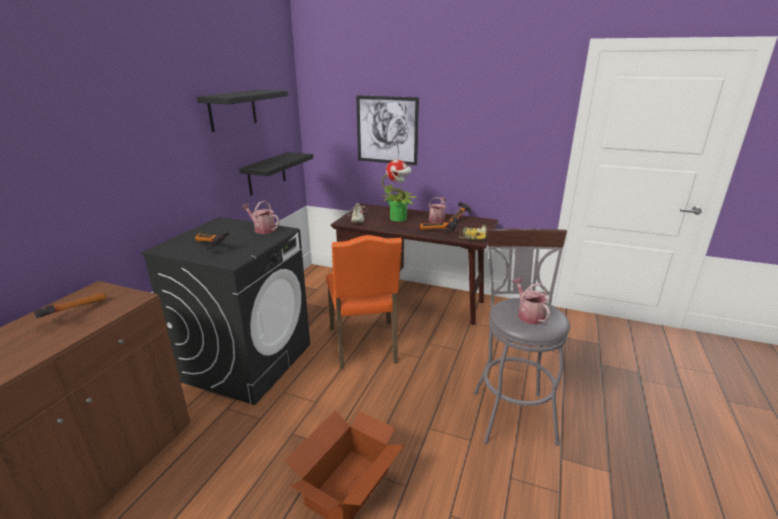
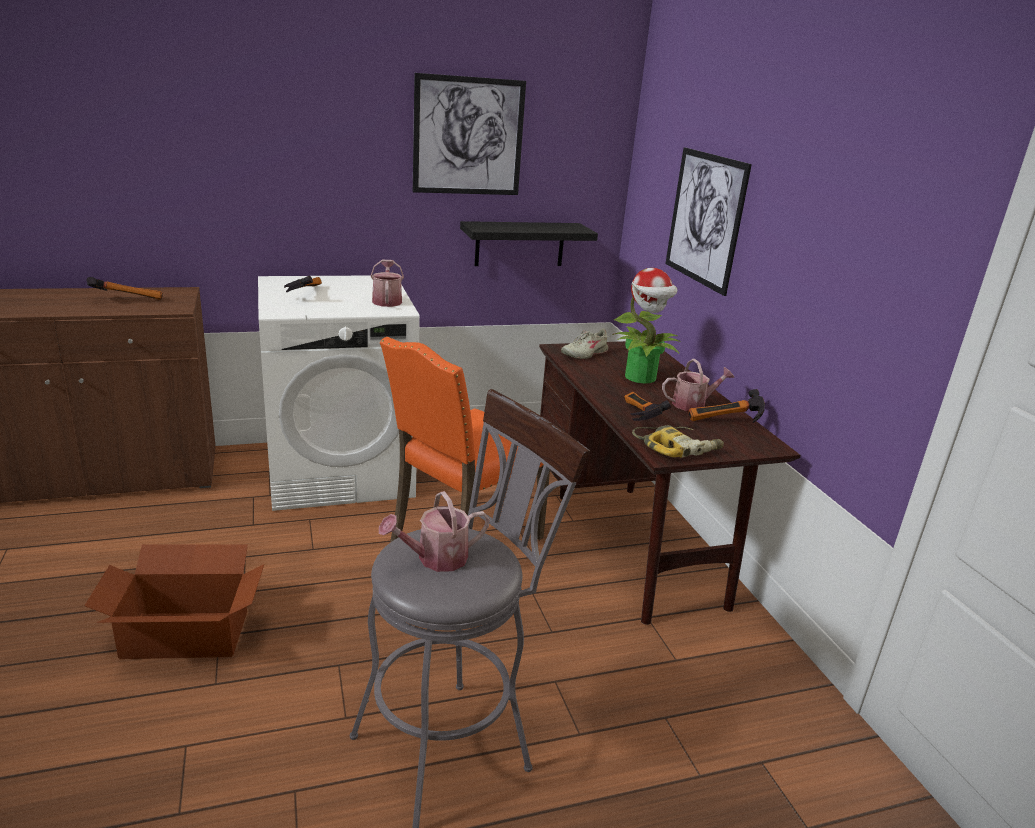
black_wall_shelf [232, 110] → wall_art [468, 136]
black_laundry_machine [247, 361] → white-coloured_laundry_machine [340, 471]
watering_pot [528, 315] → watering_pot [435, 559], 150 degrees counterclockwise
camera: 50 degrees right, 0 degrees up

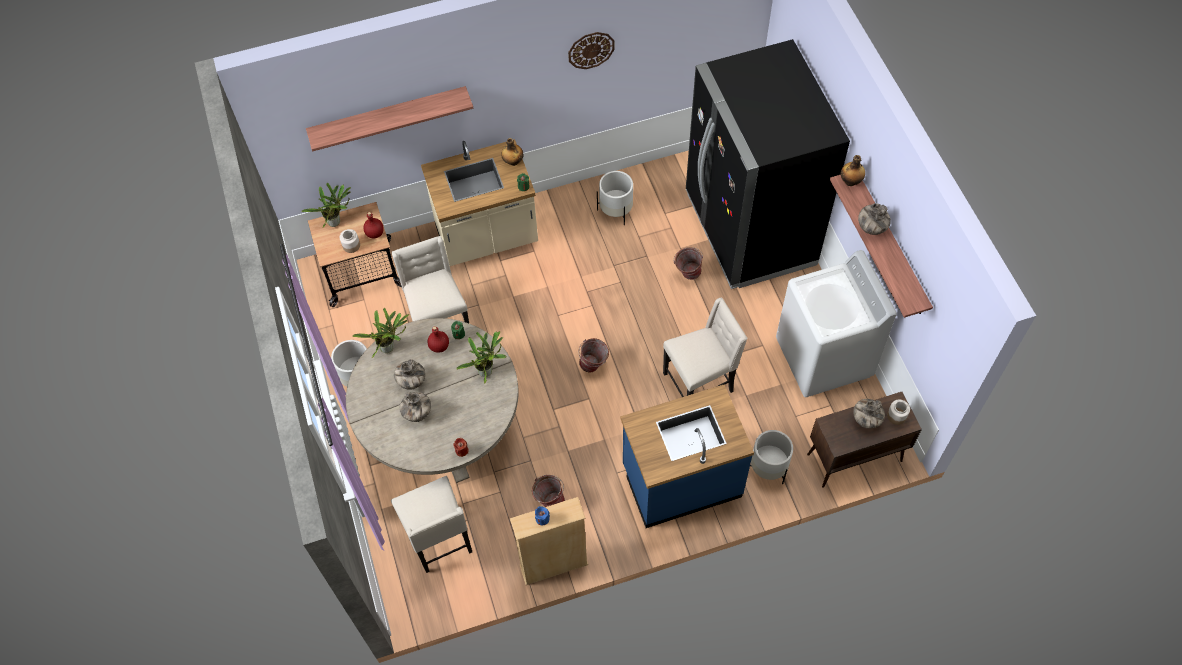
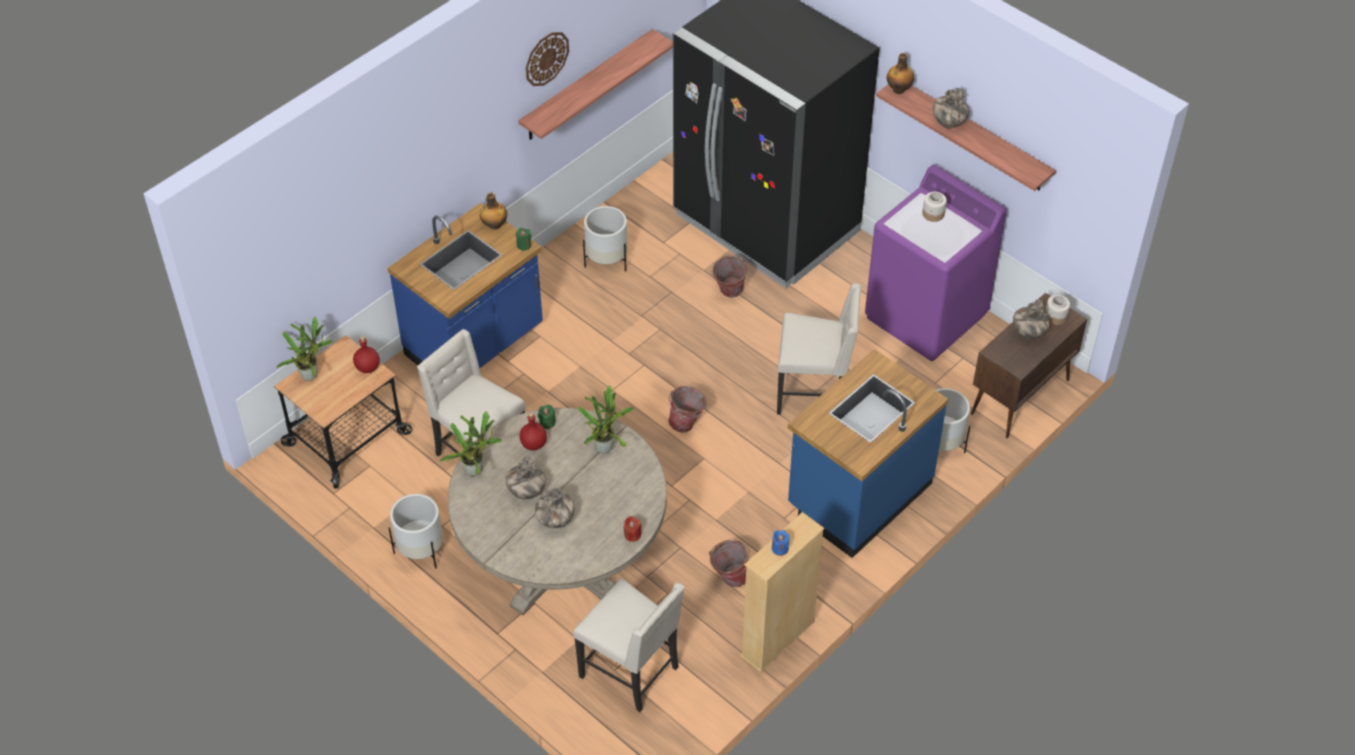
wall_shelf [388, 116] → wall_shelf [587, 86], shifted
beige-coloured_counter [487, 237] → blue_counter [475, 344]
storage_jar [351, 246] → storage_jar [933, 214], shifted
white-coloured_laundry_machine [823, 358] → purplish_laundry_machine [926, 316]
beige-coloured_upright_chair [700, 383] → beige-coloured_upright_chair [814, 393], 60 degrees clockwise
camera: 30 degrees left, 10 degrees down

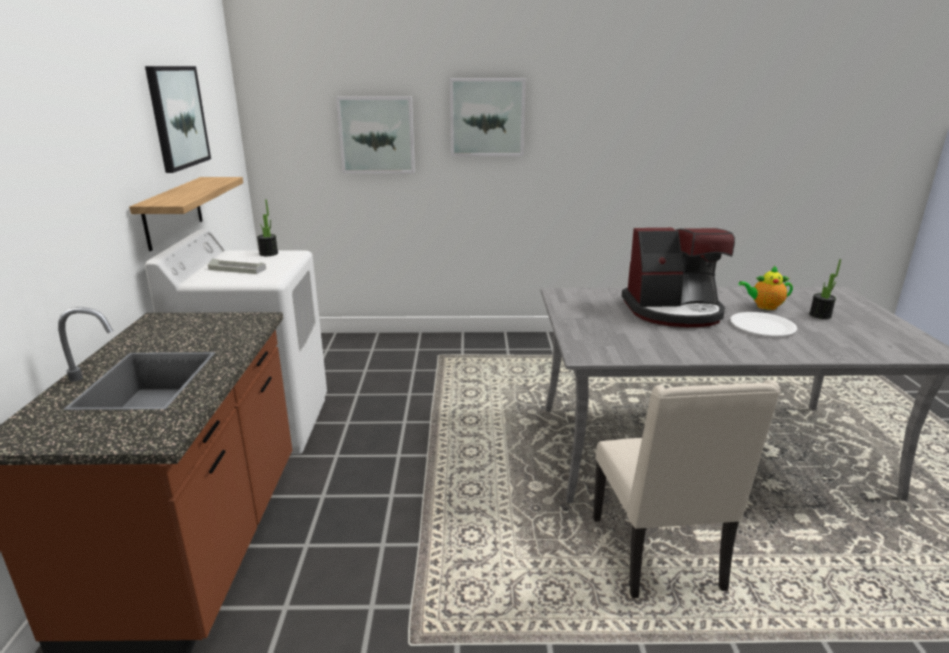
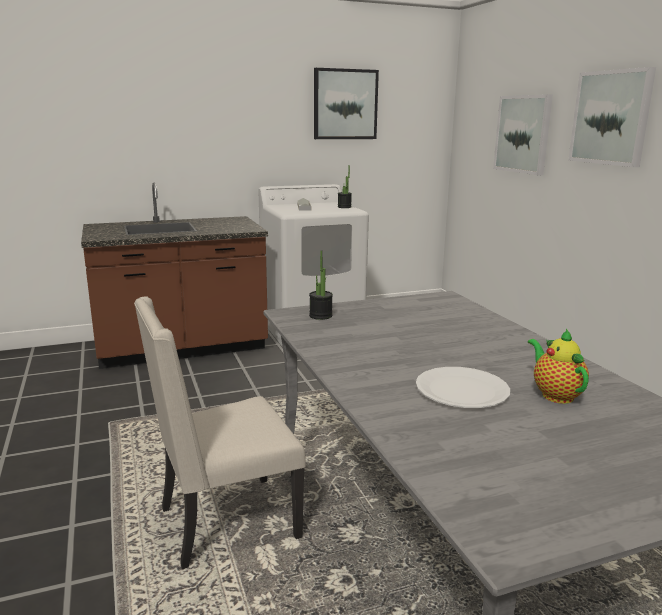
wall_shelf [173, 212] → -
coffee_maker [673, 311] → -
potted_plant [820, 315] → potted_plant [320, 316], shifted
camera: 70 degrees right, 5 degrees down

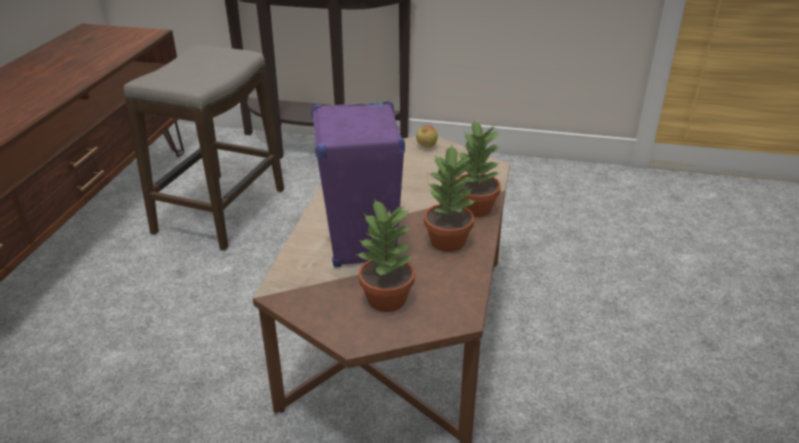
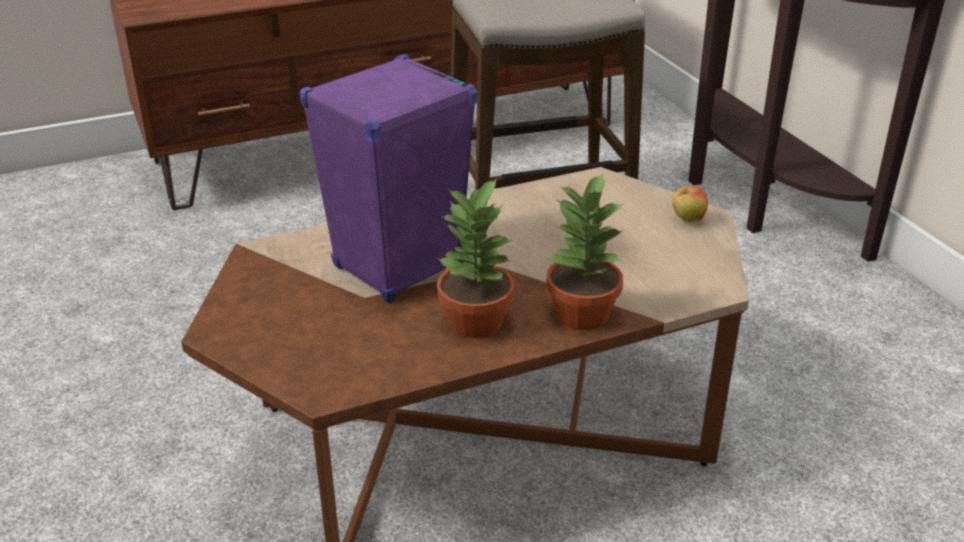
potted_plant [387, 300] → -
camera: 55 degrees right, 0 degrees up

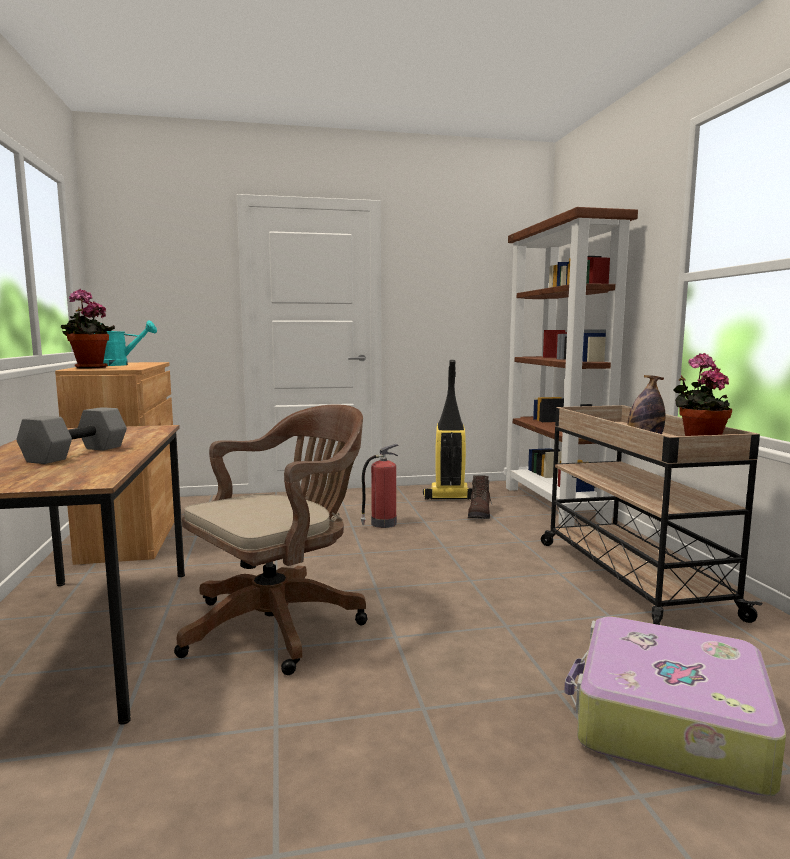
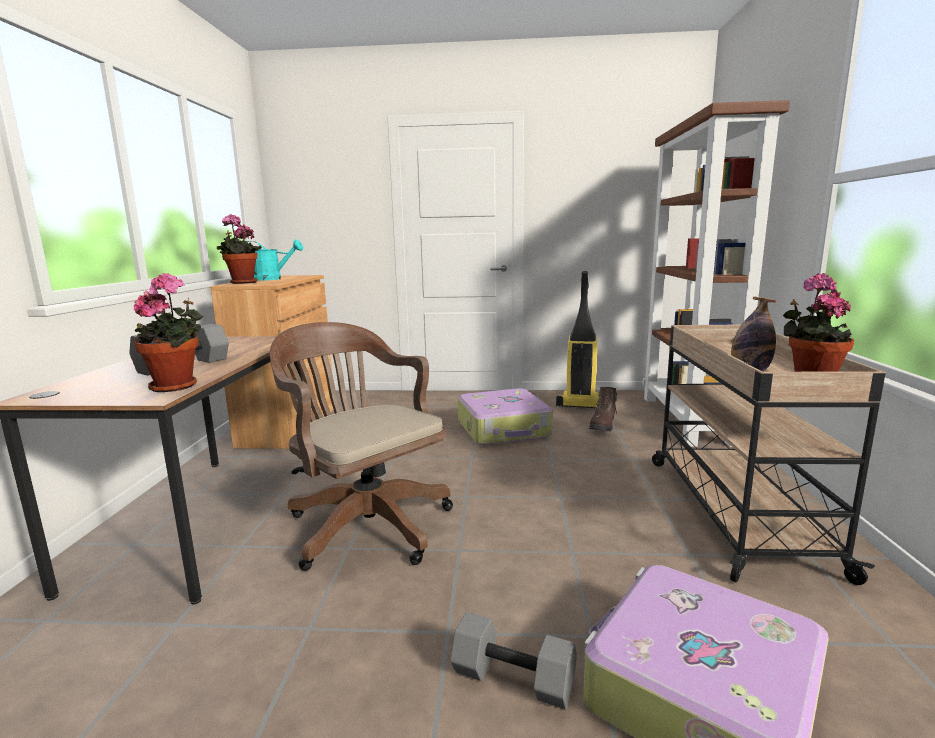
brown-coloured_computer_chair [280, 623] → brown-coloured_computer_chair [365, 523], 105 degrees counterclockwise
fire-fighting_cylinder [382, 524] → suitcase [504, 429]
- → potted_plant [178, 386]
- → grey_free_weight [511, 680]
camera: 15 degrees right, 5 degrees up

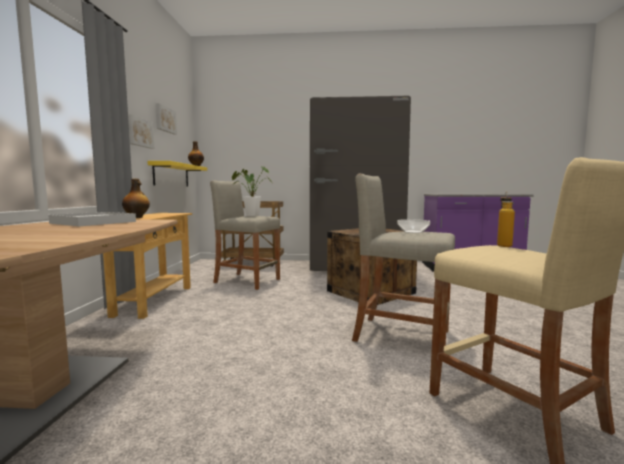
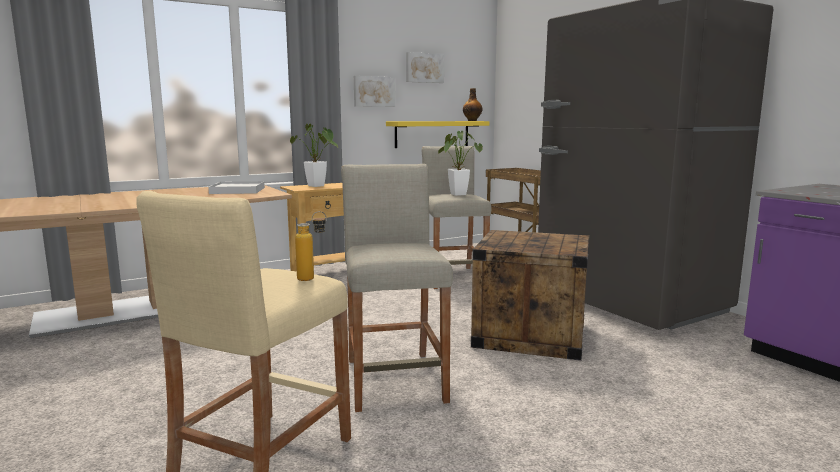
bottle [137, 217] → potted_plant [318, 186]
serving_bowl [413, 232] → -
camera: 55 degrees right, 5 degrees up

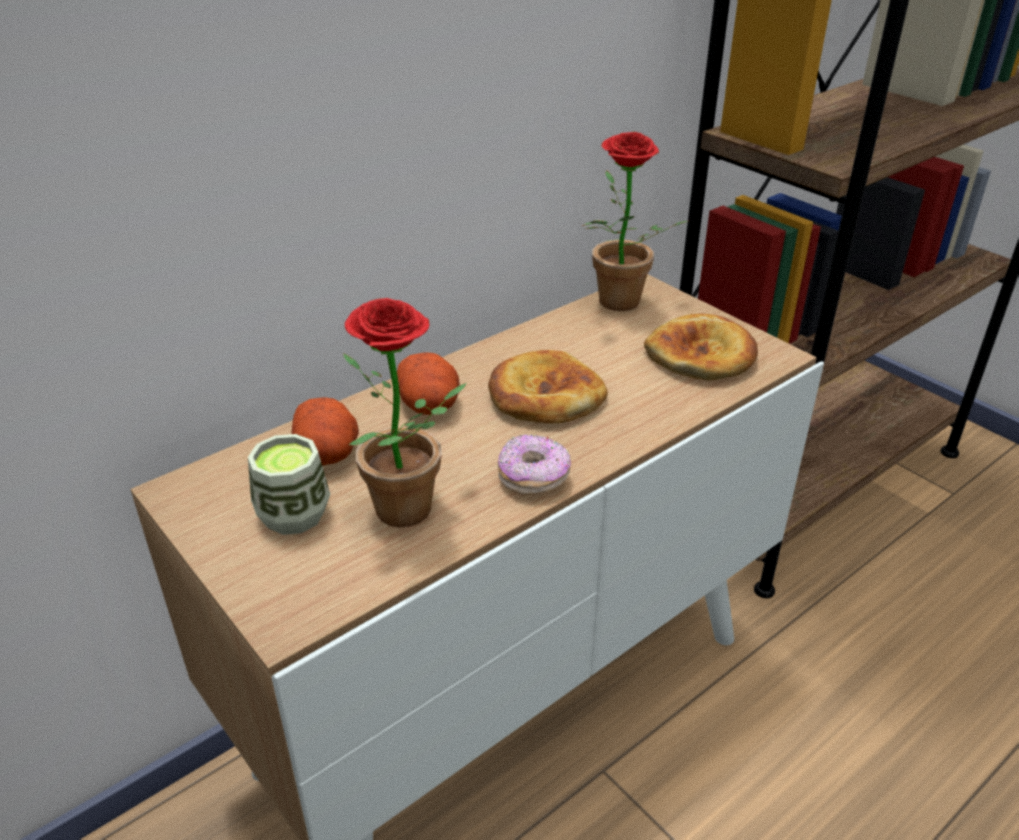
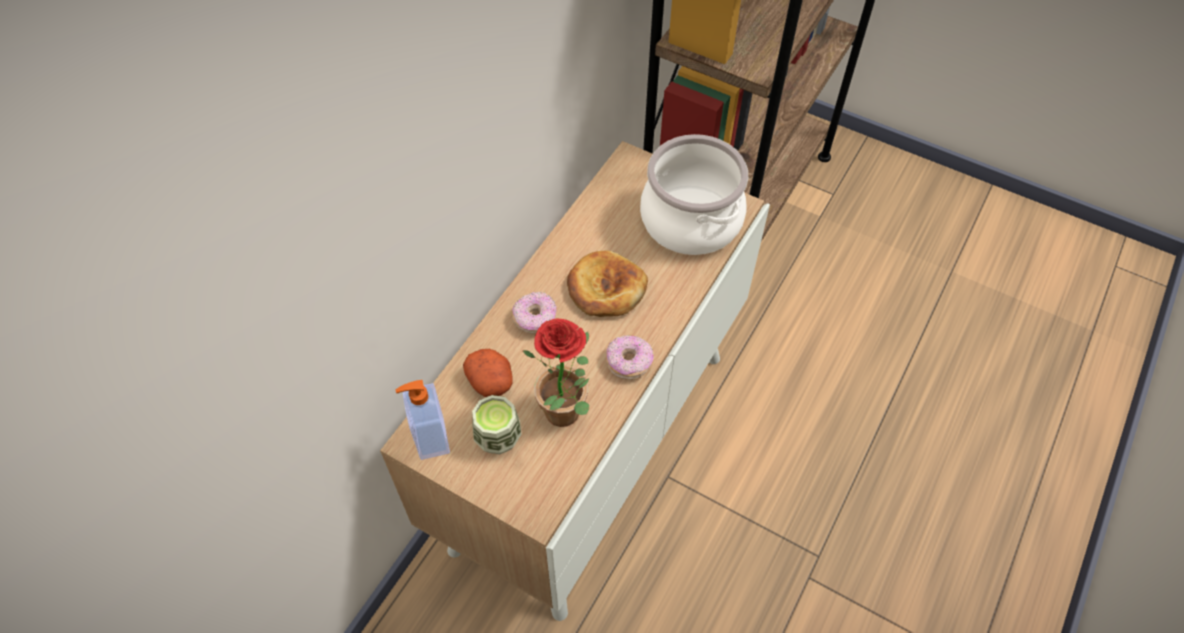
potted_plant [618, 305] → -
baked_bread [701, 355] → cooking_pot [692, 220]
potato [430, 405] → donut [535, 319]
- → soap_dispenser [430, 439]
camera: 20 degrees left, 20 degrees up

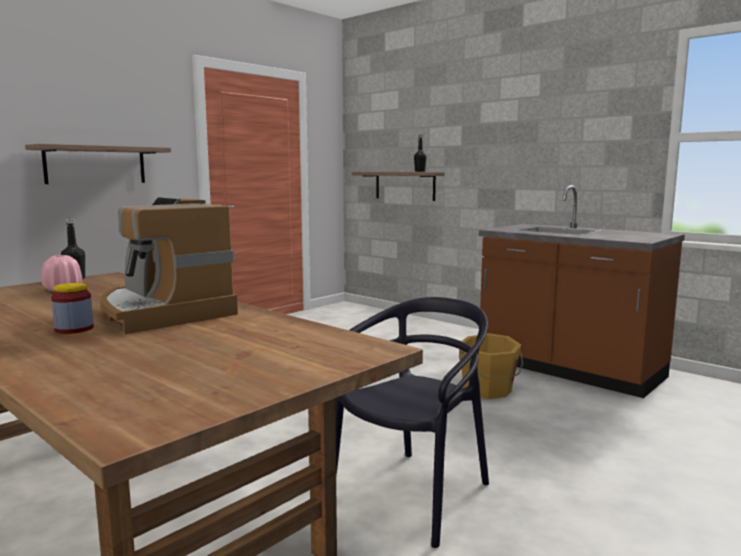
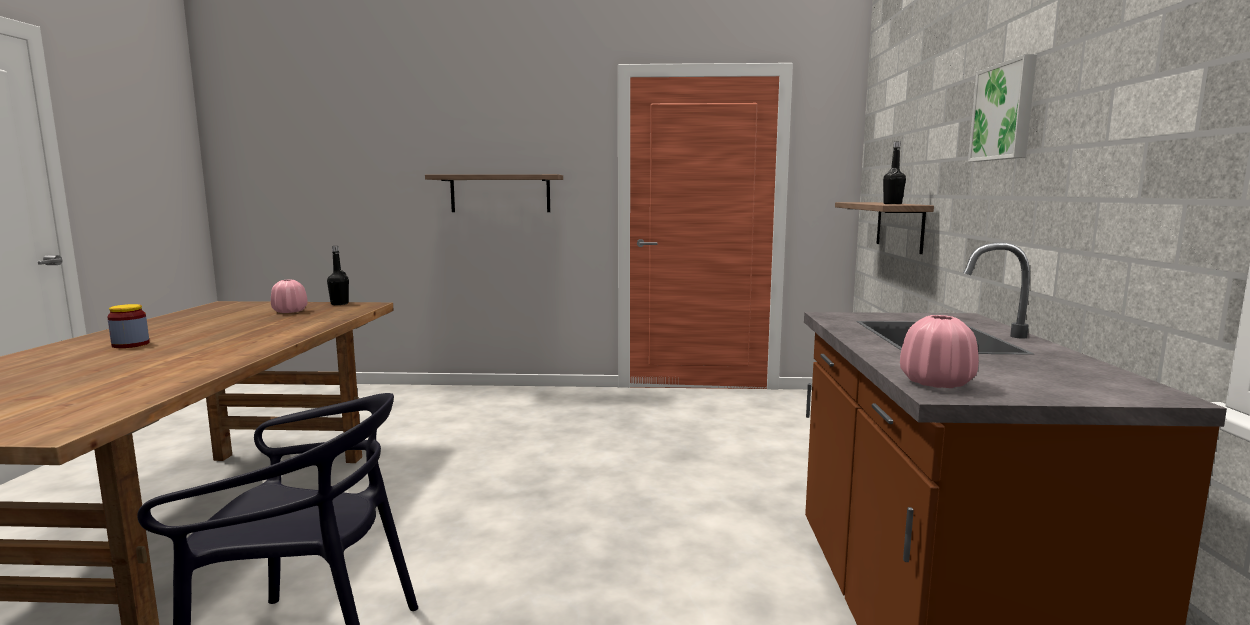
coffee_maker [164, 312] → -
orange_water_bucket [488, 390] → -
- → wall_art [1005, 112]
- → pinkish_decorative_vase [936, 383]
camera: 50 degrees right, 0 degrees up

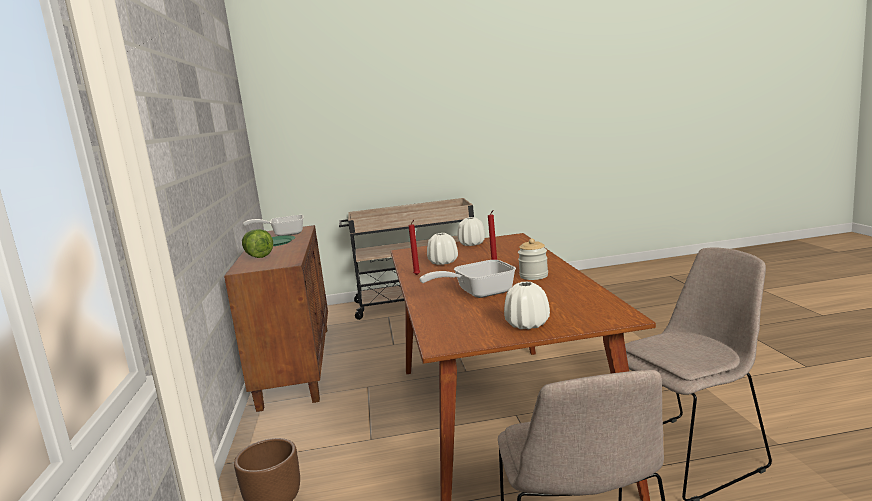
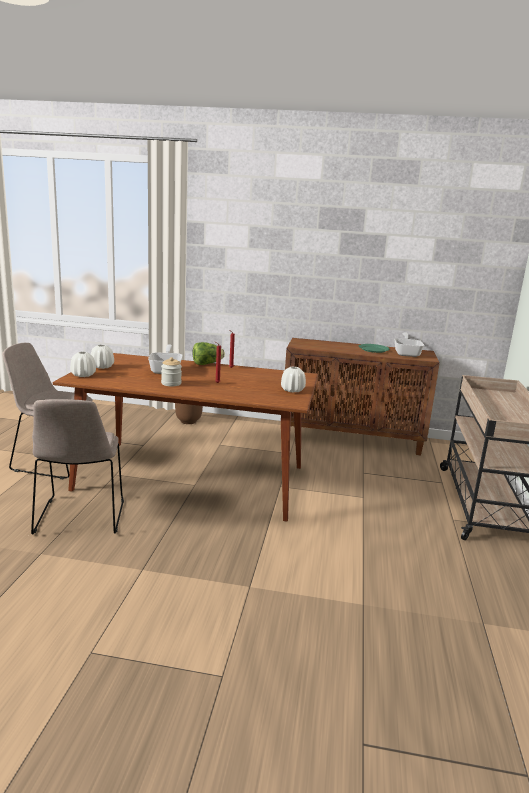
head_of_lettuce [257, 256] → head_of_lettuce [207, 364], shifted
white-coloured_decorative_vase [443, 262] → white-coloured_decorative_vase [83, 375], shifted
camera: 105 degrees right, 5 degrees up

